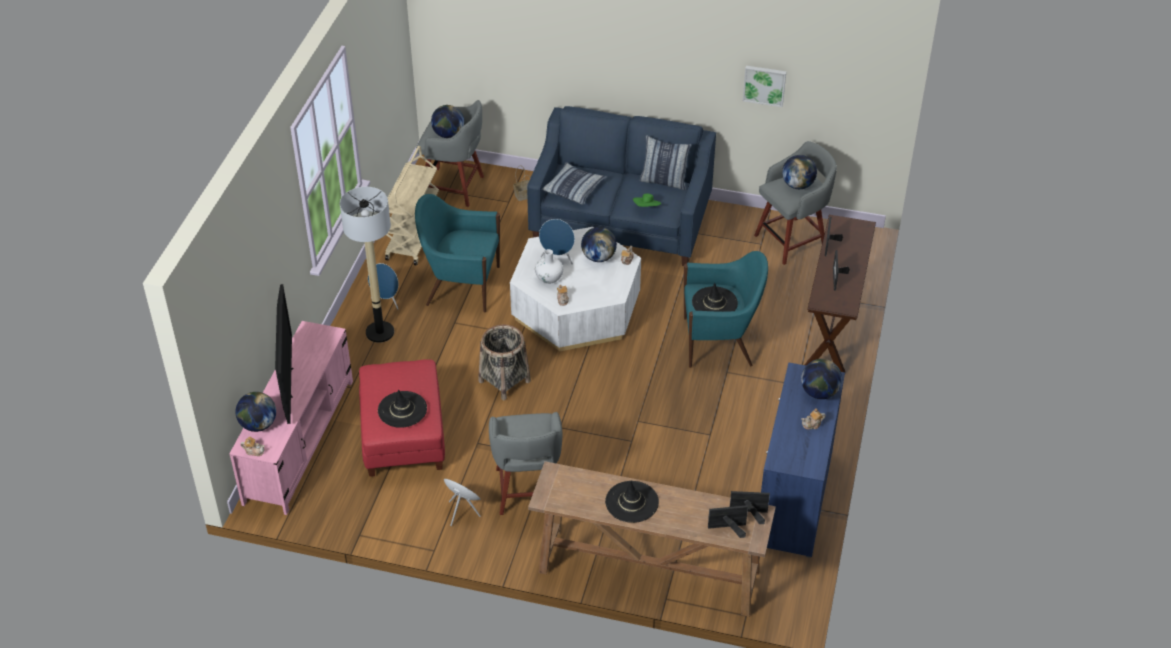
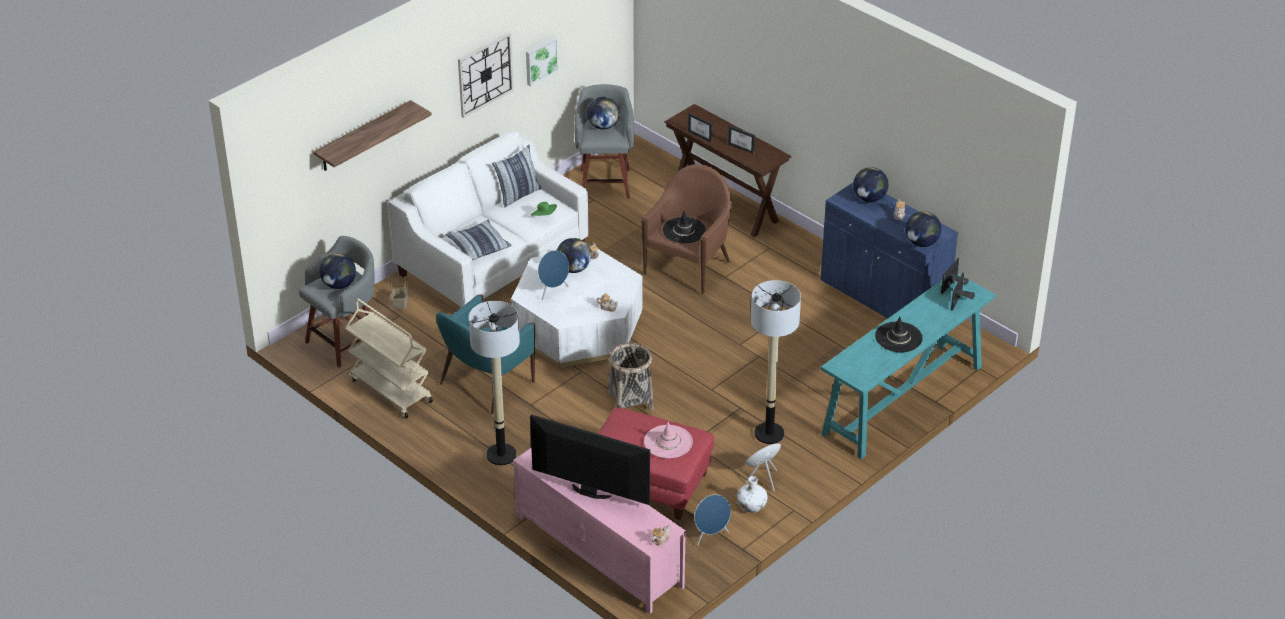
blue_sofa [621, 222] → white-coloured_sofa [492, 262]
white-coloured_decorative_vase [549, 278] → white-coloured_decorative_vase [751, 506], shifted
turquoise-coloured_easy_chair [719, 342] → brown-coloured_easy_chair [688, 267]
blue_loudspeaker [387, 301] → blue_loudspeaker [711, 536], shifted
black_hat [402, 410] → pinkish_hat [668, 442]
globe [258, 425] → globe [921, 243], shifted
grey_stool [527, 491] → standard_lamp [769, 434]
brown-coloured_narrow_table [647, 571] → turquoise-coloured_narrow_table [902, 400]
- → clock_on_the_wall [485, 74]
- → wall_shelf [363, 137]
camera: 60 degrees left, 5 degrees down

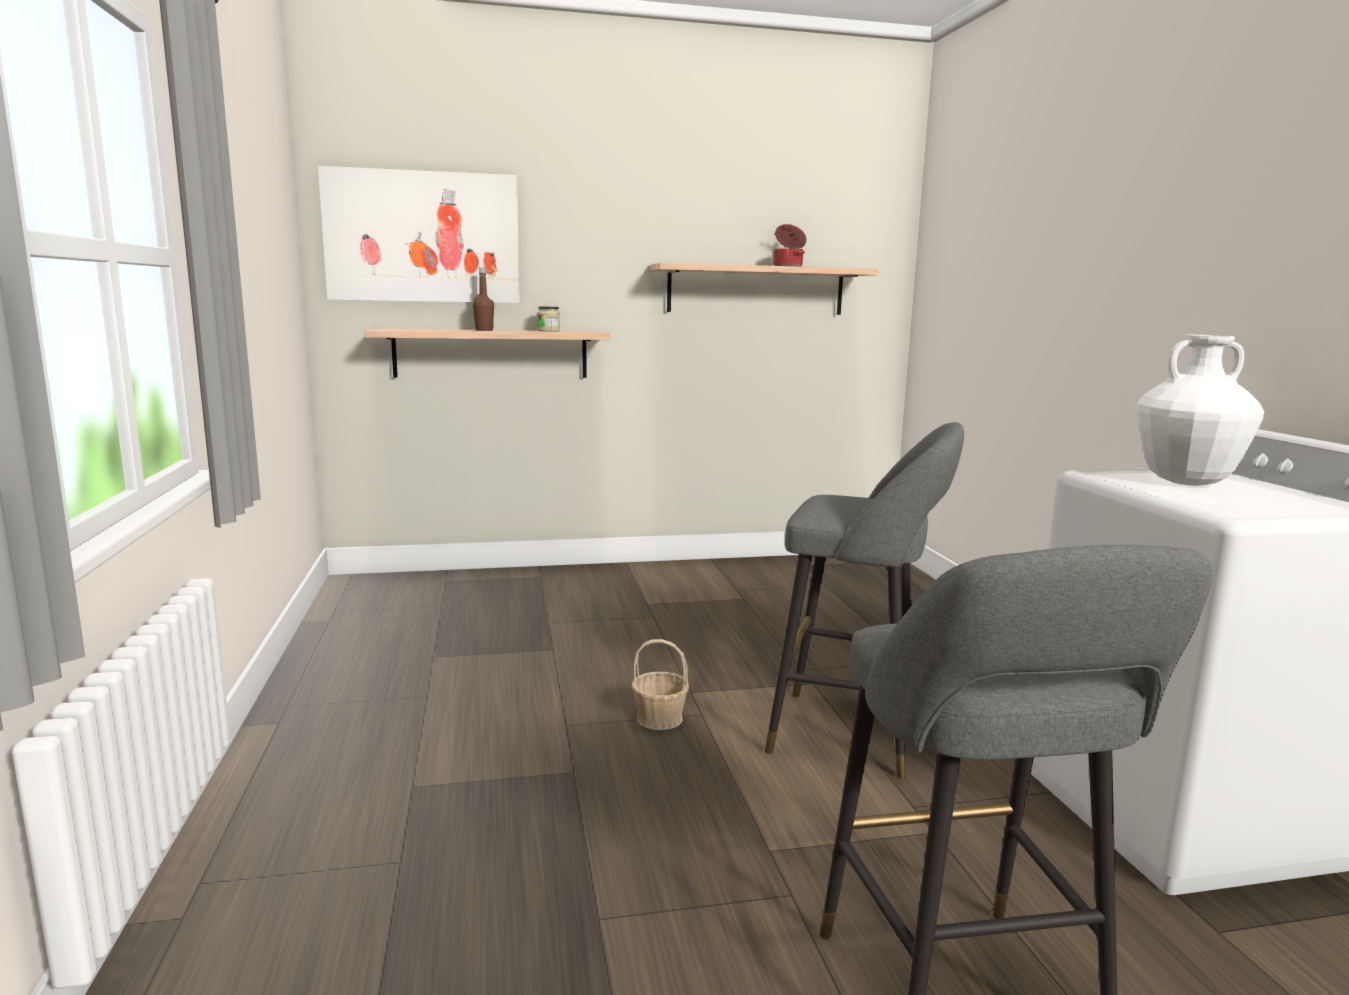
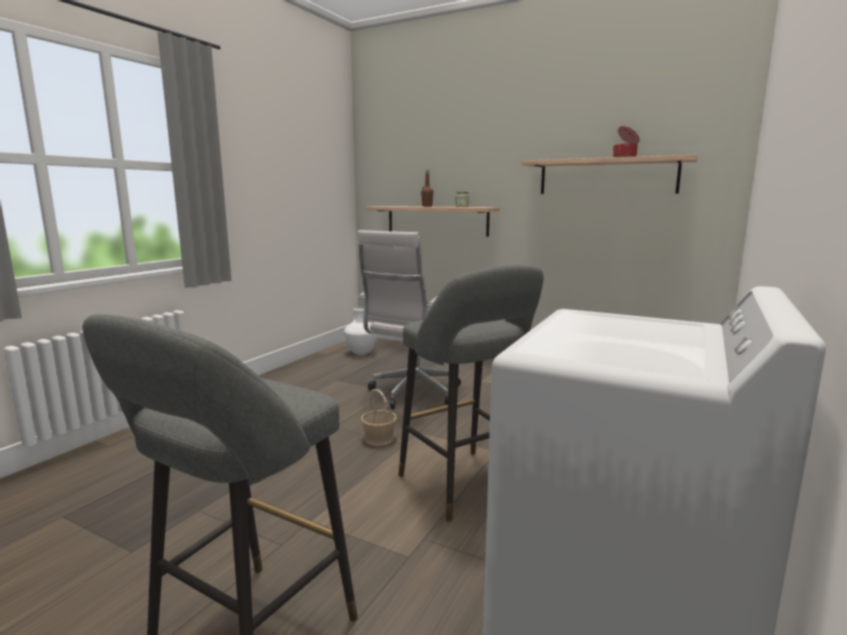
wall_art [423, 237] → -
white-coloured_decorative_vase [1185, 482] → white-coloured_decorative_vase [361, 353], shifted
- → white-coloured_computer_chair [413, 394]
camera: 40 degrees right, 0 degrees up

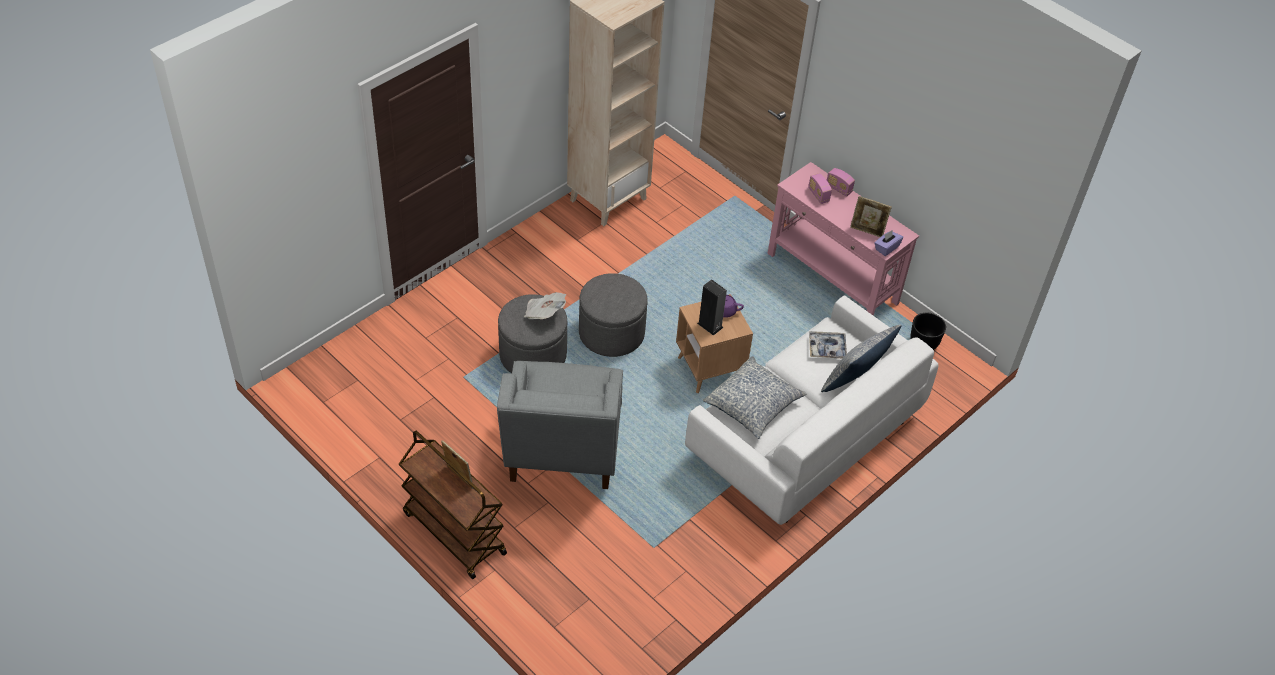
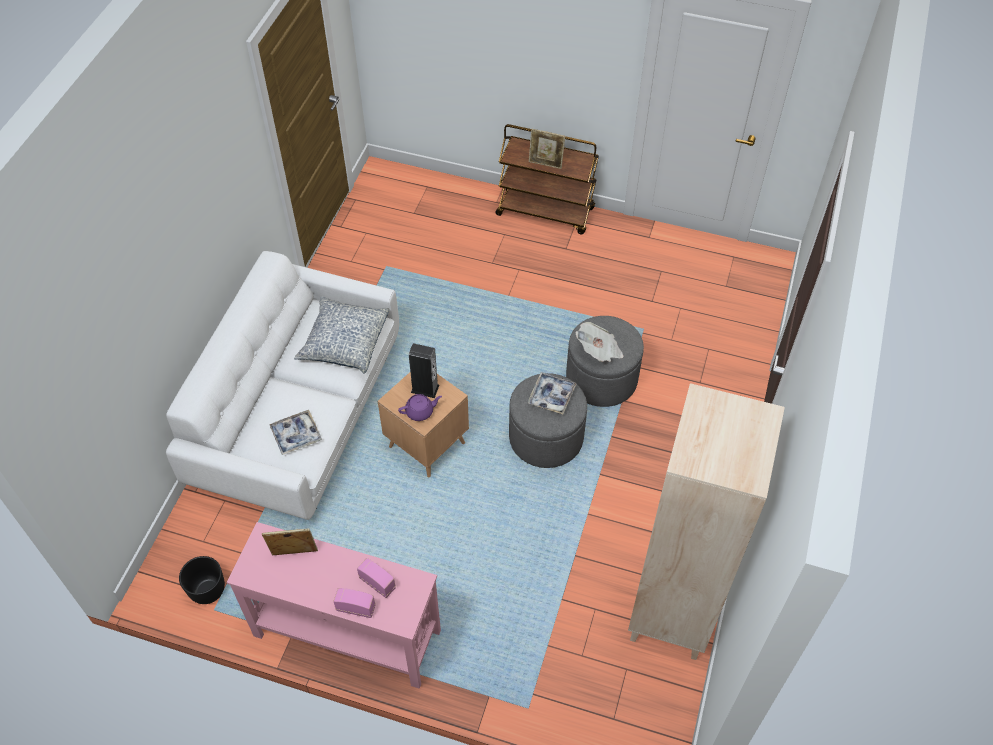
purplish_tissue_box [886, 248] → -
throw_pillow [855, 379] → -
grey_easy_chair [563, 454] → -
- → carrying_tray [551, 396]
camera: 155 degrees right, 5 degrees up

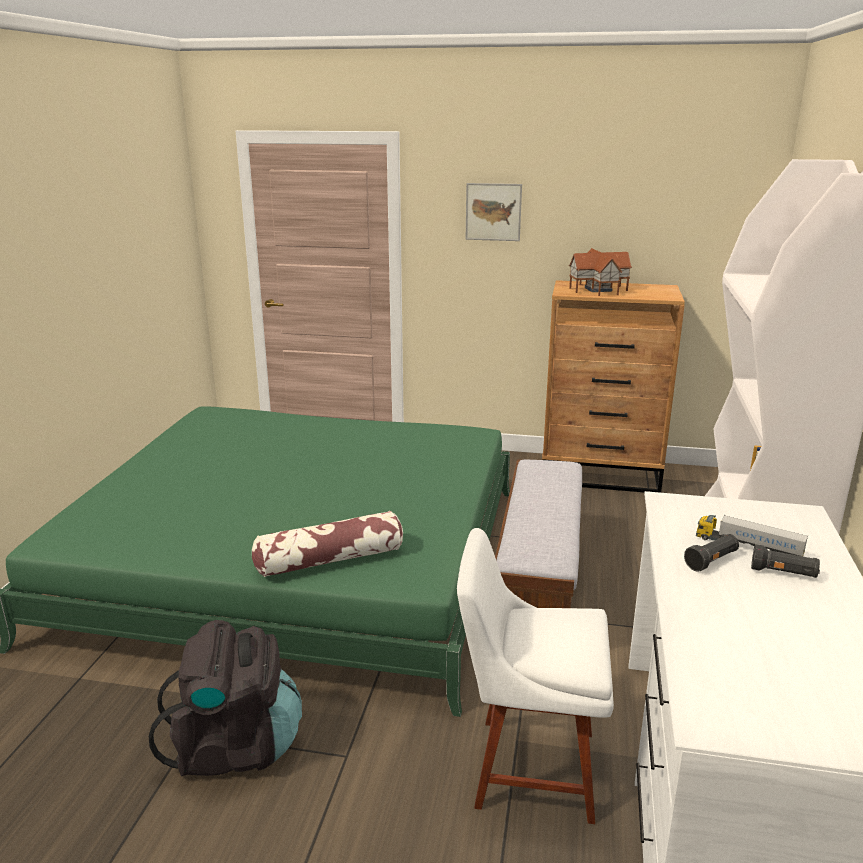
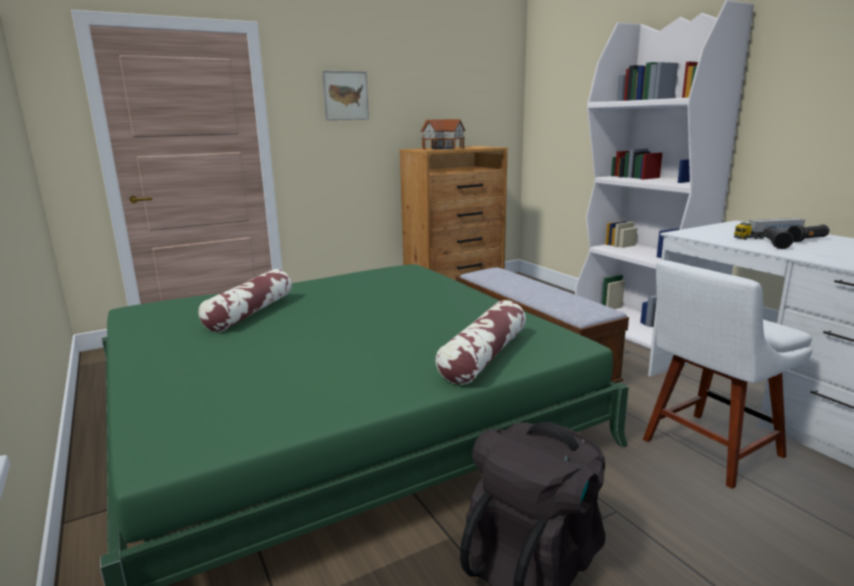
- → throw_pillow [250, 313]
camera: 40 degrees left, 5 degrees down

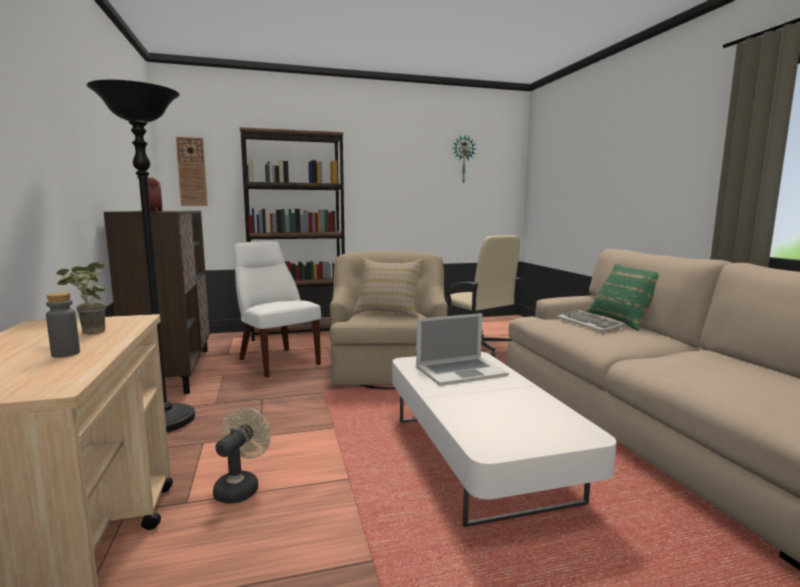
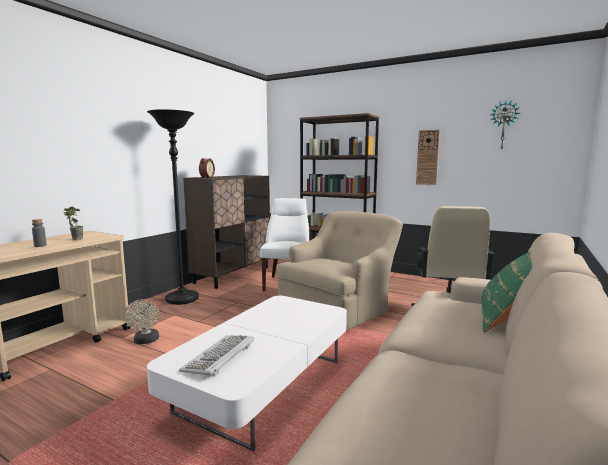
clock_on_the_wall [192, 172] → clock_on_the_wall [427, 157], shifted
beige-coloured_throw_pillow [388, 312] → -
keyboard [590, 323] → keyboard [220, 357], shifted
laptop [460, 371] → -
beige-coloured_electric_fan [241, 487] → beige-coloured_electric_fan [146, 341], 105 degrees clockwise
camera: 45 degrees right, 0 degrees up

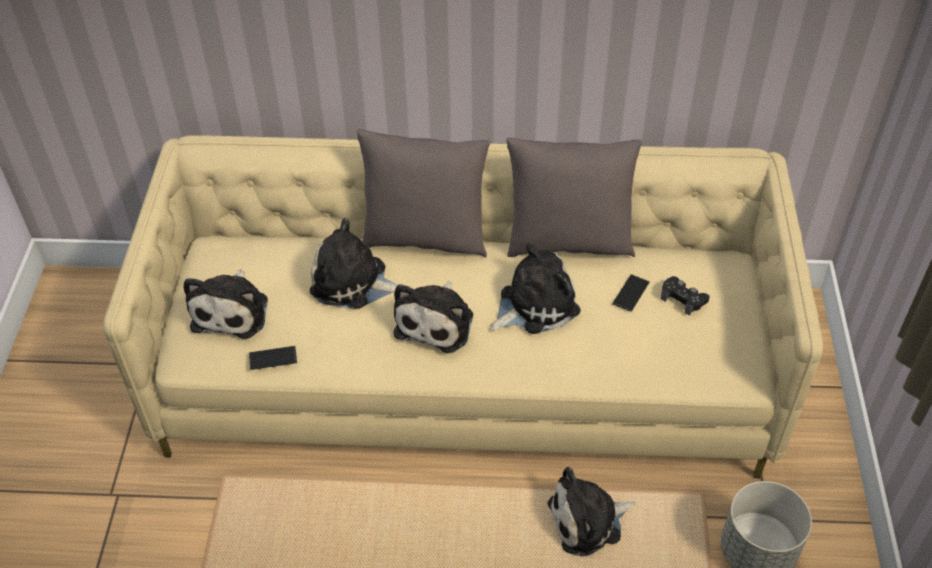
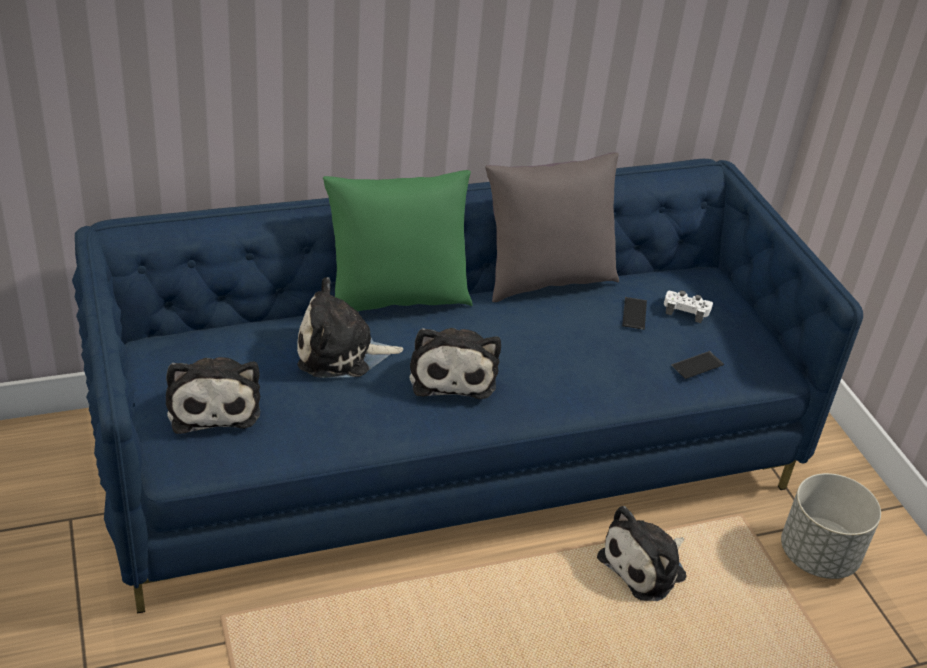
grey_throw_pillow [425, 238] → green-coloured_throw_pillow [396, 299]
beige-coloured_sofa [468, 373] → blue_sofa [451, 453]
soft_toy [534, 304] → -
black_gamepad [683, 299] → white-coloured_gamepad [686, 310]
handset [273, 358] → handset [697, 365], shifted
camera: 25 degrees left, 10 degrees down

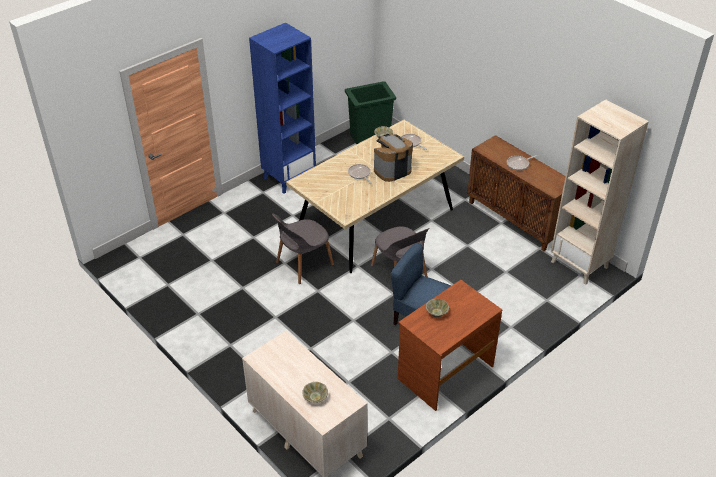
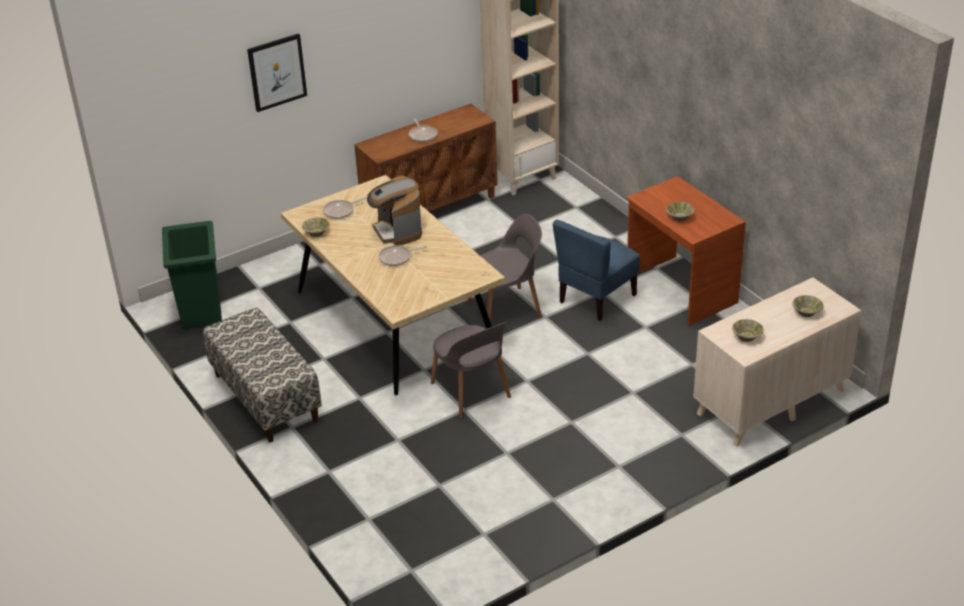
blue_shelving_unit [289, 177] → long_seat [265, 398]
- → wall_art [277, 72]
- → beige-coloured_serving_bowl [747, 336]
camera: 80 degrees left, 5 degrees down

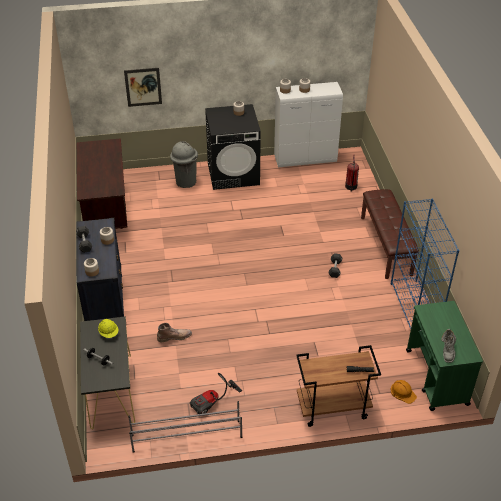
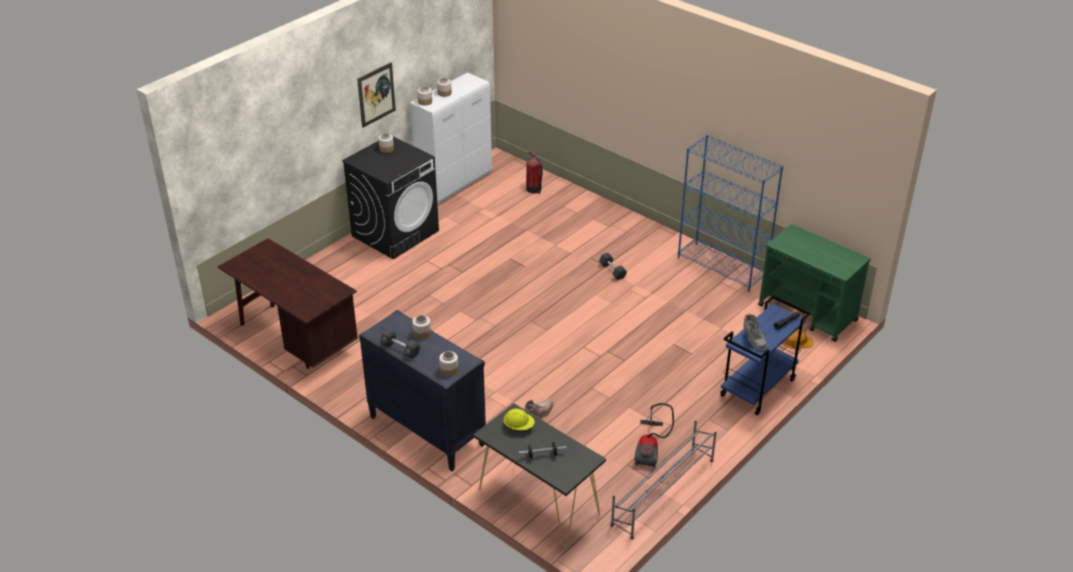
wall_art [143, 87] → wall_art [376, 94], shifted
grey_trash_can [185, 182] → -
brown-coloured_long_seat [386, 245] → -
grey_boot [447, 352] → grey_boot [753, 341], shifted
brown-coloured_cart [332, 408] → blue_cart [758, 389]
camera: 40 degrees left, 5 degrees down

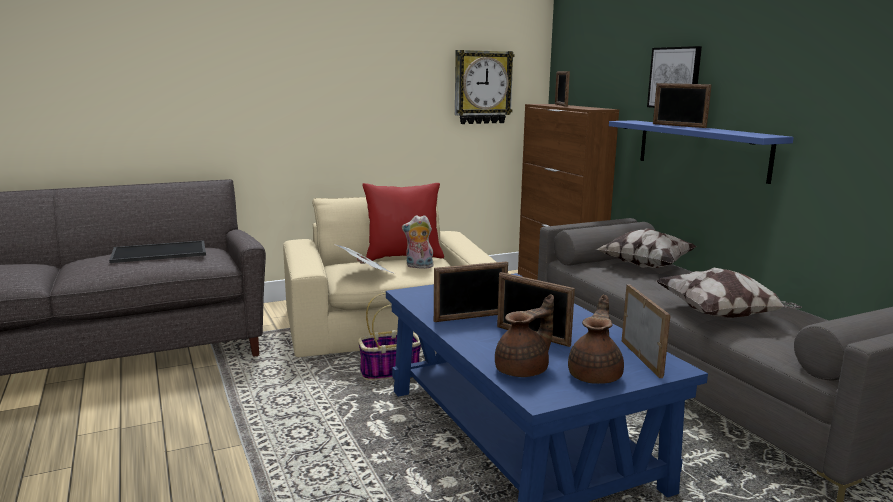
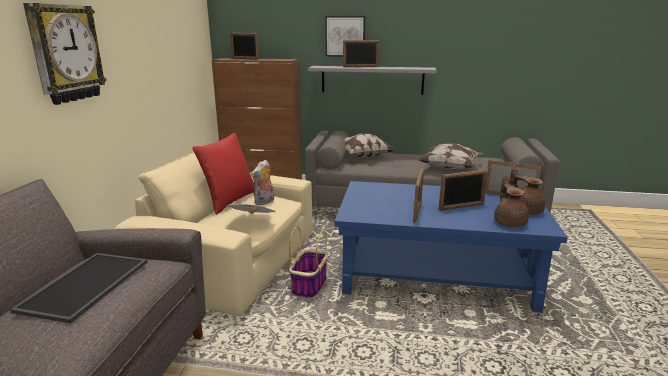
clock_on_the_wall [482, 87] → clock_on_the_wall [65, 53], shifted
blue_wall_shelf [701, 149] → grey_wall_shelf [372, 80]
camera: 55 degrees left, 5 degrees up

